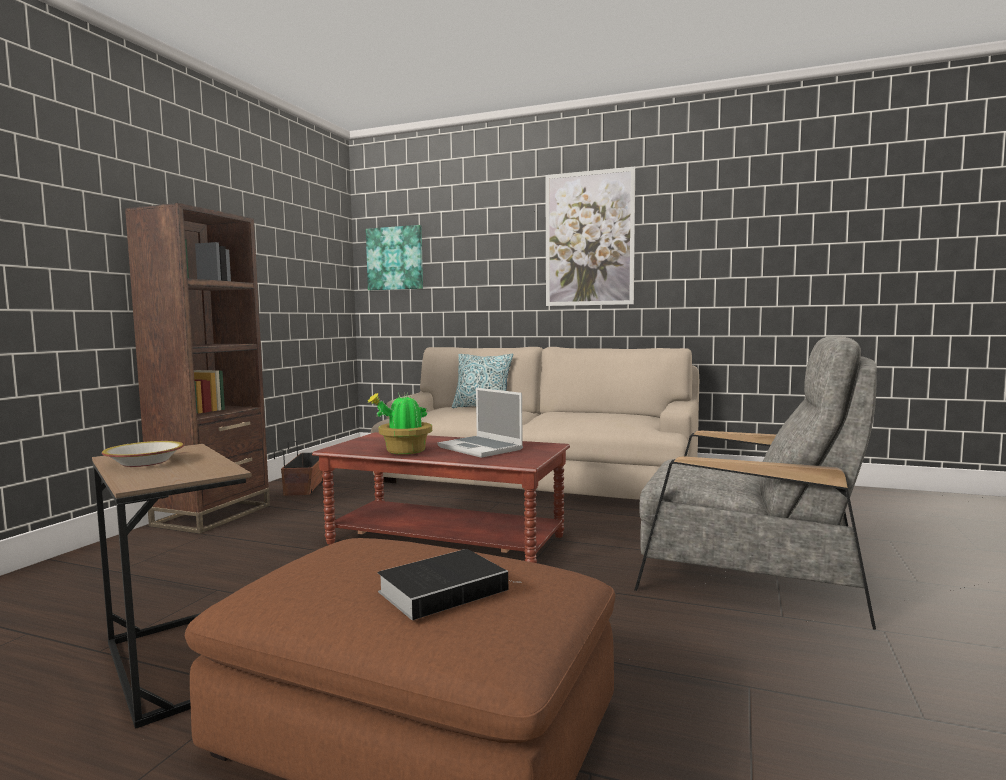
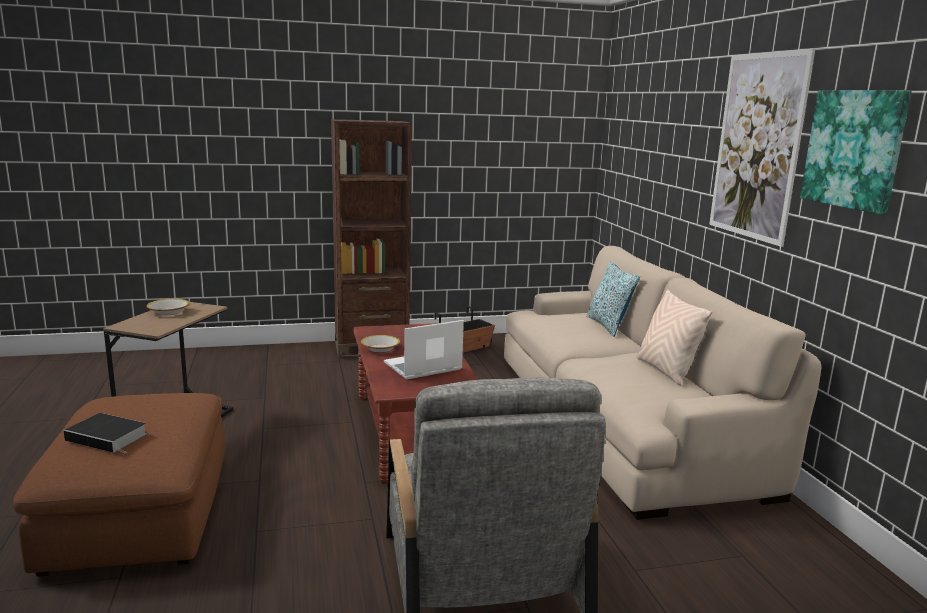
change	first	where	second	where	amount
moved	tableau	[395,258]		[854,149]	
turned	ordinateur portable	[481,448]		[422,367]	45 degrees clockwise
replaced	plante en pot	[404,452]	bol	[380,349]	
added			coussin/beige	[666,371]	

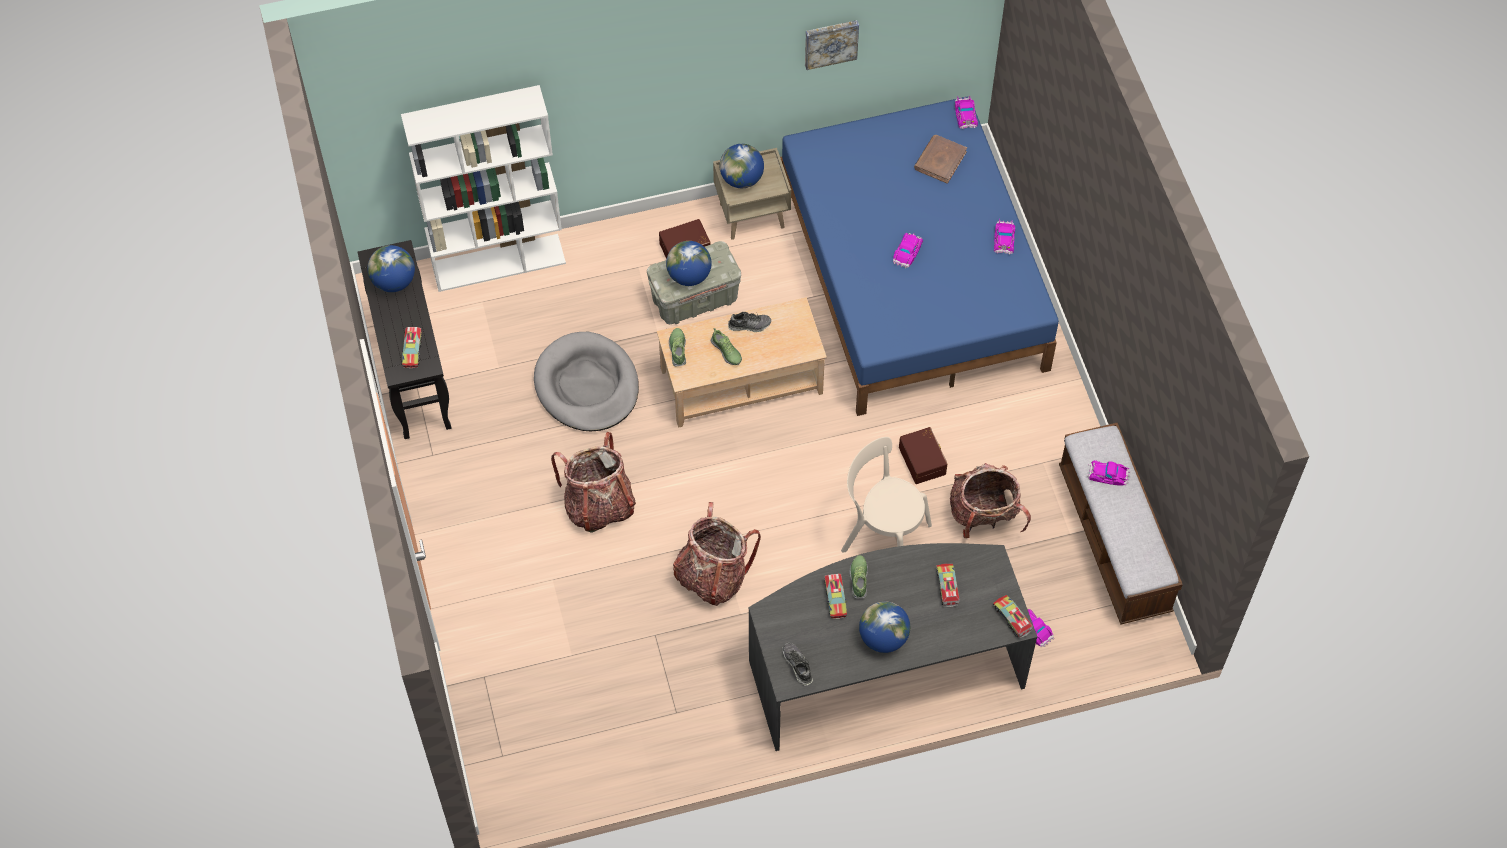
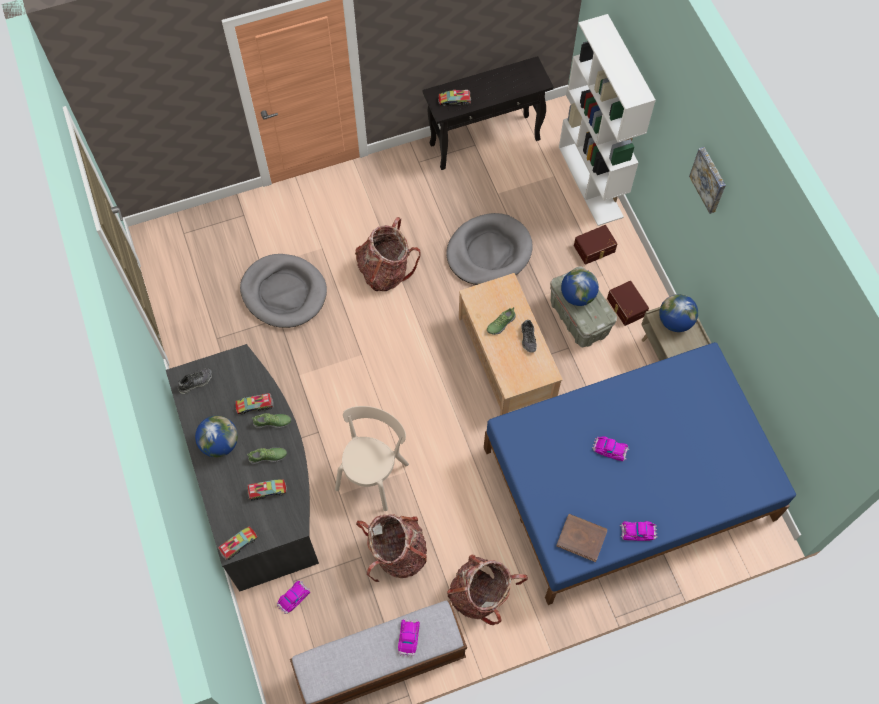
change	first	where	second	where	amount
moved	tableau	[830,42]		[709,179]	
removed	petite voiture	[965,114]			
moved	livre/marron	[940,160]		[581,538]	
removed	globe	[394,281]			
moved	chaussure	[678,349]		[268,457]	
moved	boîte de rangement/marron	[923,460]		[595,249]	
moved	sac à dos	[712,576]		[481,594]	
added			panier pour chien/gris	[284,292]	

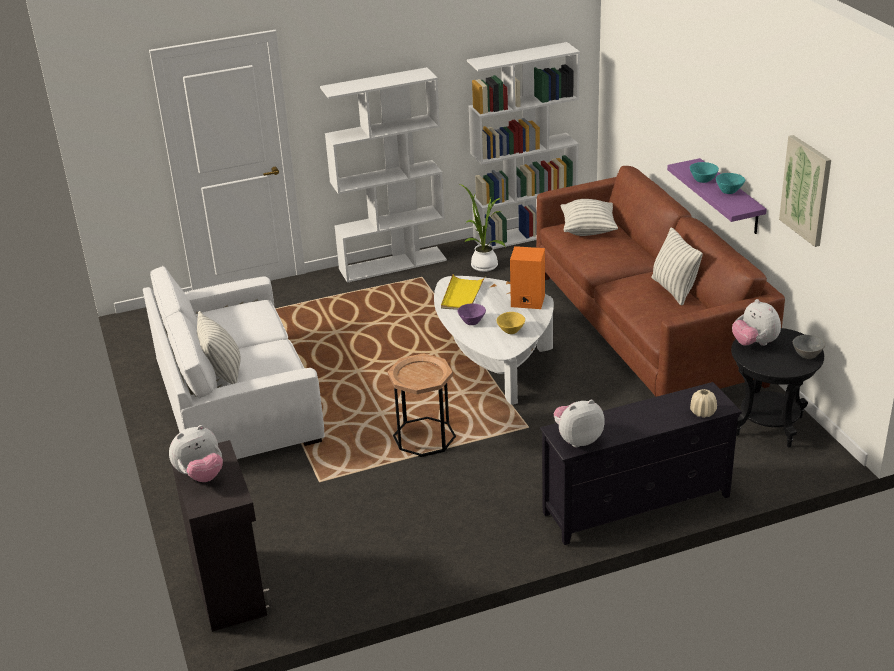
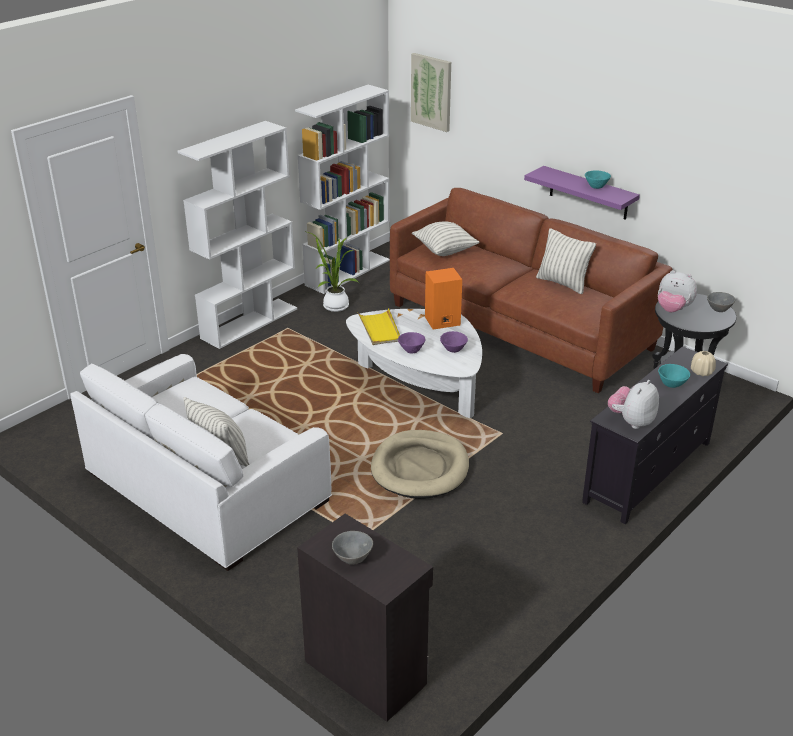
change	first	where	second	where	amount
moved	tableau	[806,190]		[431,92]	
moved	bol/turquoise	[703,180]		[672,384]	
recoloured	bol/jaune	[510,331]	bol/violet	[452,349]	
replaced	table d'appoint/marron	[424,437]	panier pour chien/beige	[420,468]	
replaced	peluche	[200,475]	bol/gris	[352,557]	

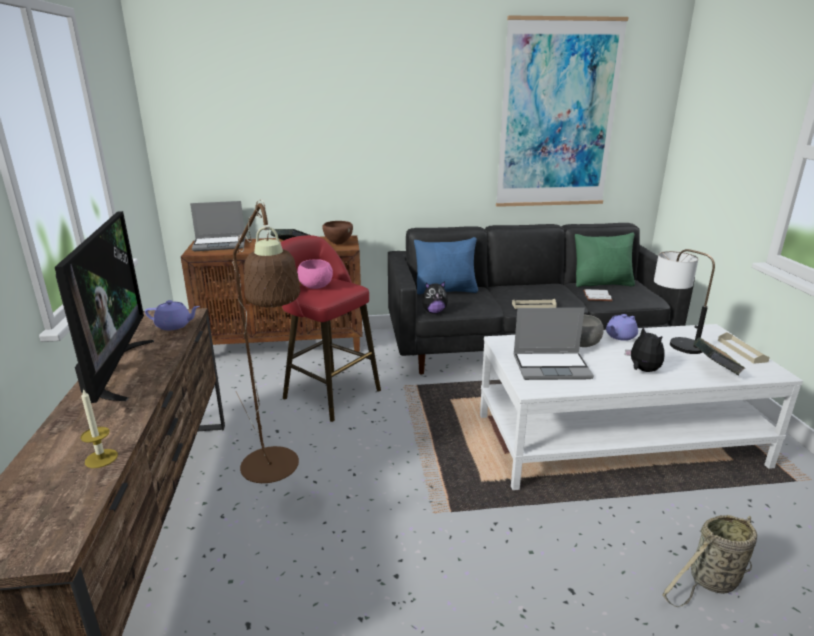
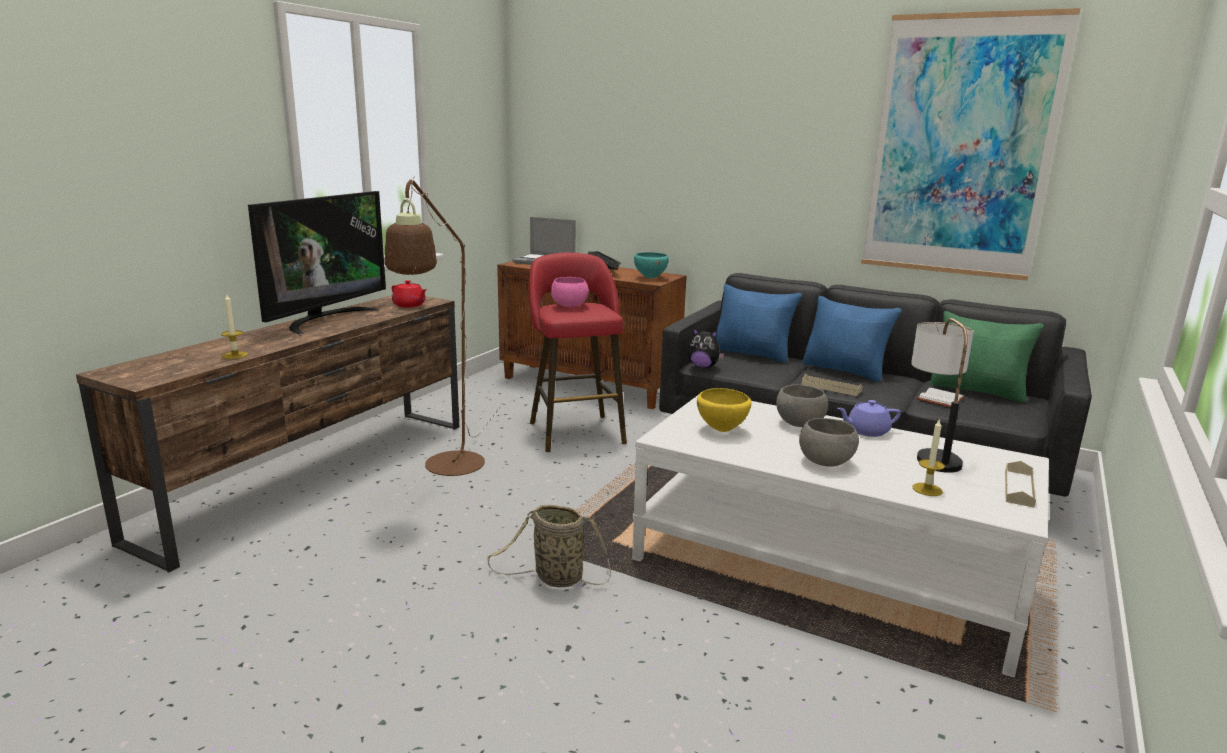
change	first	where	second	where	amount
recoloured	bol/marron	[338,244]	bol/turquoise	[650,278]	
recoloured	théière/violet	[174,326]	théière/rouge	[409,305]	
replaced	ordinateur portable	[552,367]	bol/jaune	[722,430]	
replaced	peluche	[642,370]	bol/gris	[825,462]	
replaced	livre	[714,370]	bougie	[927,489]	
moved	panier	[711,582]		[555,578]	
added			coussin/bleu	[845,370]	

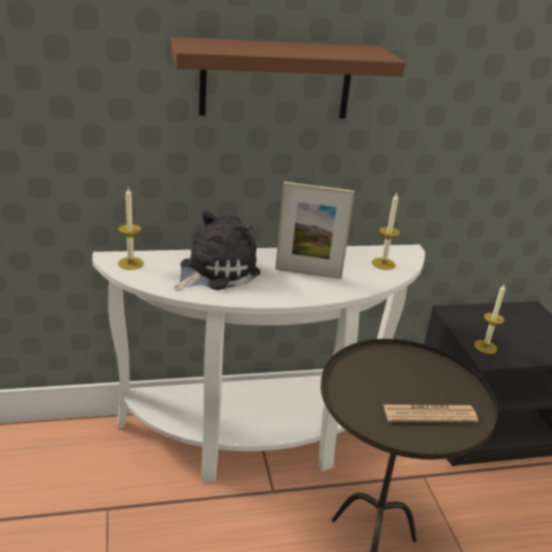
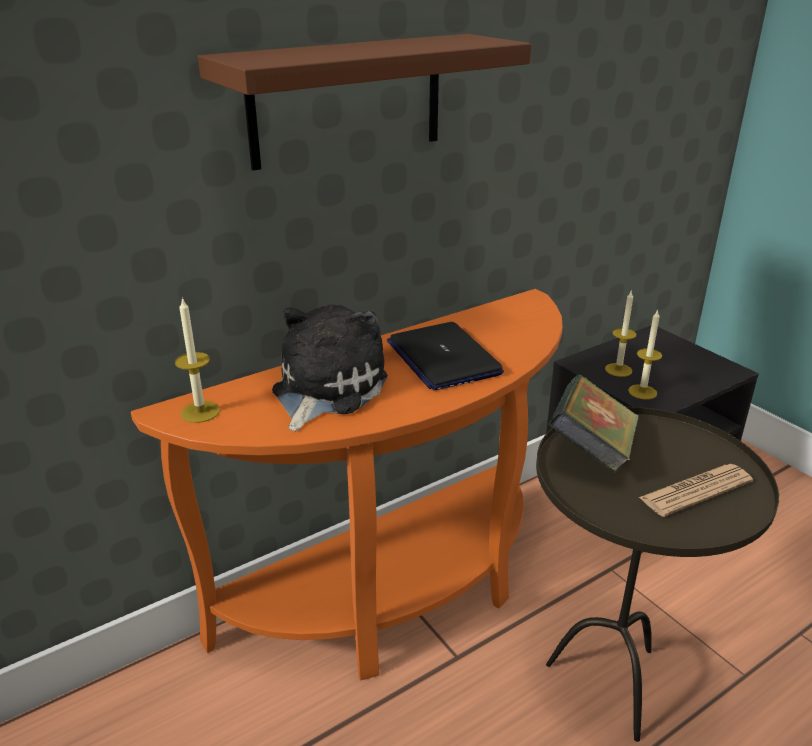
change	first	where	second	where	amount
replaced	cadre photo	[308,273]	ordinateur portable	[442,358]	
moved	bougie	[383,264]		[618,370]	
recoloured	table console/blanc	[258,437]	table console/orange	[399,594]	
added			livre	[591,451]	

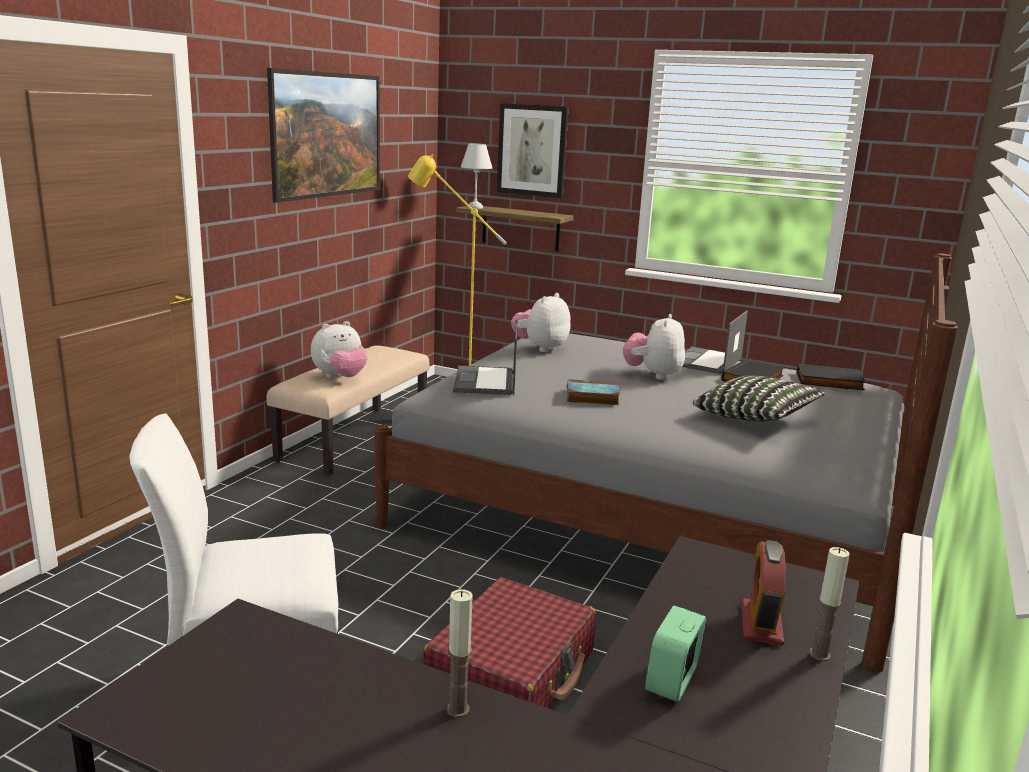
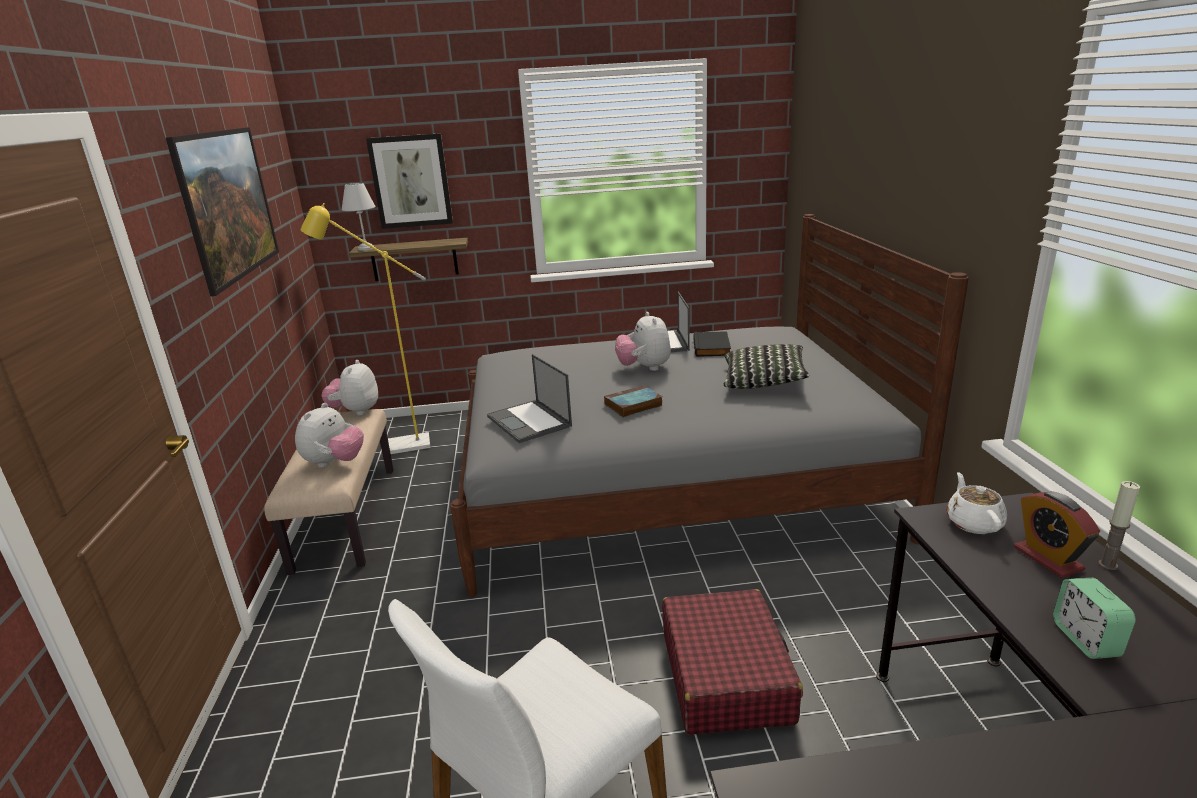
change	first	where	second	where	amount
moved	peluche	[540,348]		[356,411]	
removed	livre/noir	[829,382]			
removed	bougie	[457,709]			
added			théière/blanc	[973,523]	

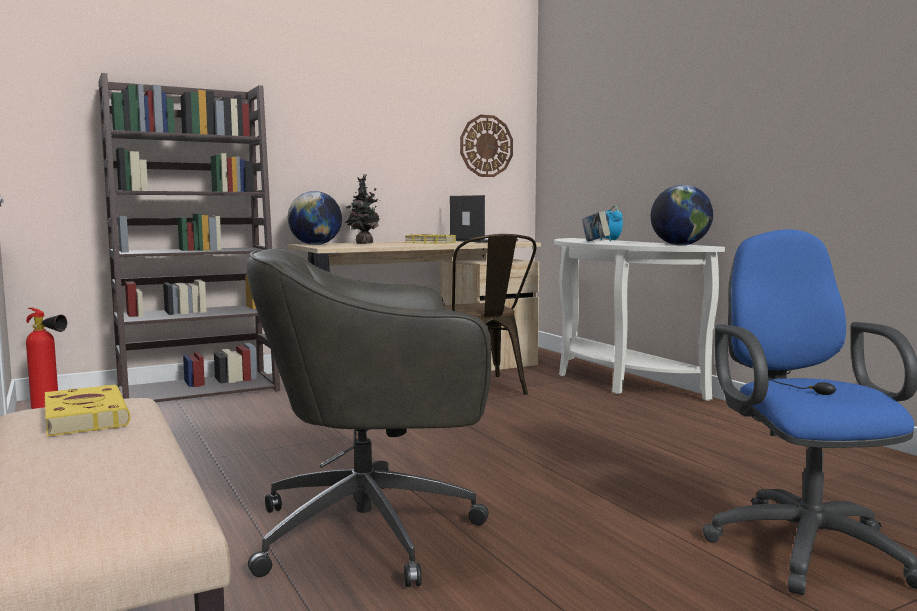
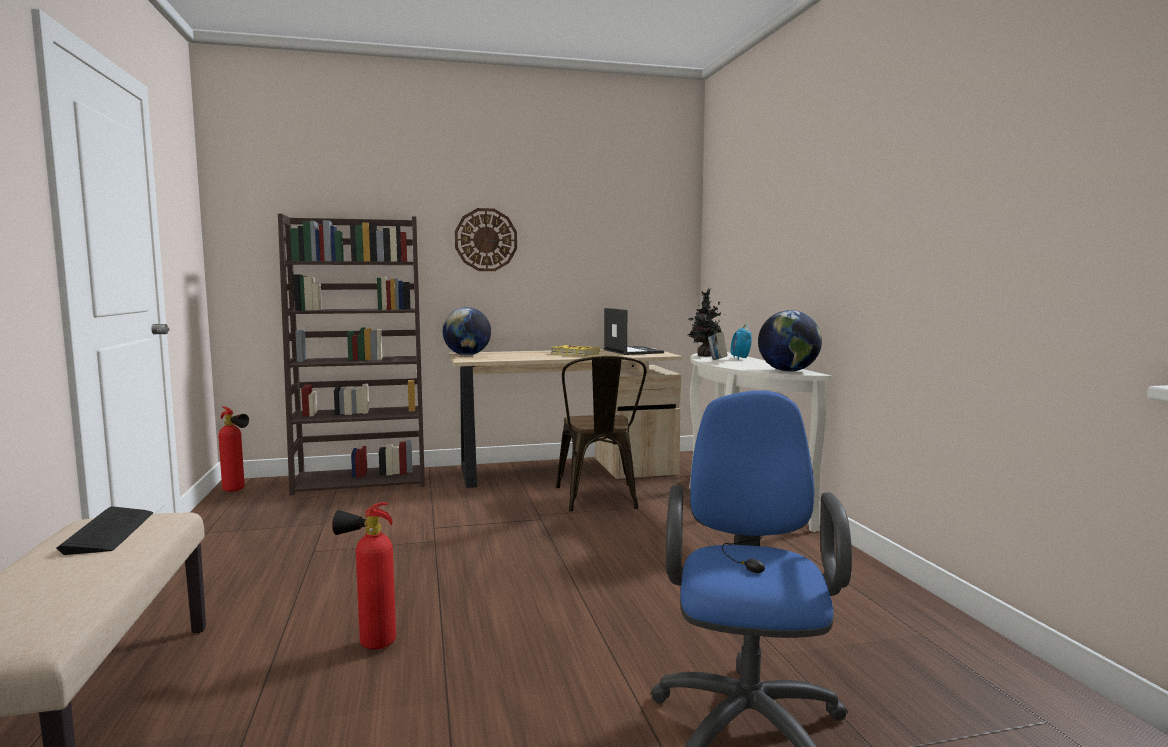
change	first	where	second	where	amount
moved	horloge murale	[486,146]		[486,240]	
moved	plante en pot	[362,243]		[704,356]	
replaced	chaise de bureau/gris	[373,531]	extincteur	[370,644]	
replaced	livre/jaune	[85,417]	clavier	[109,532]	

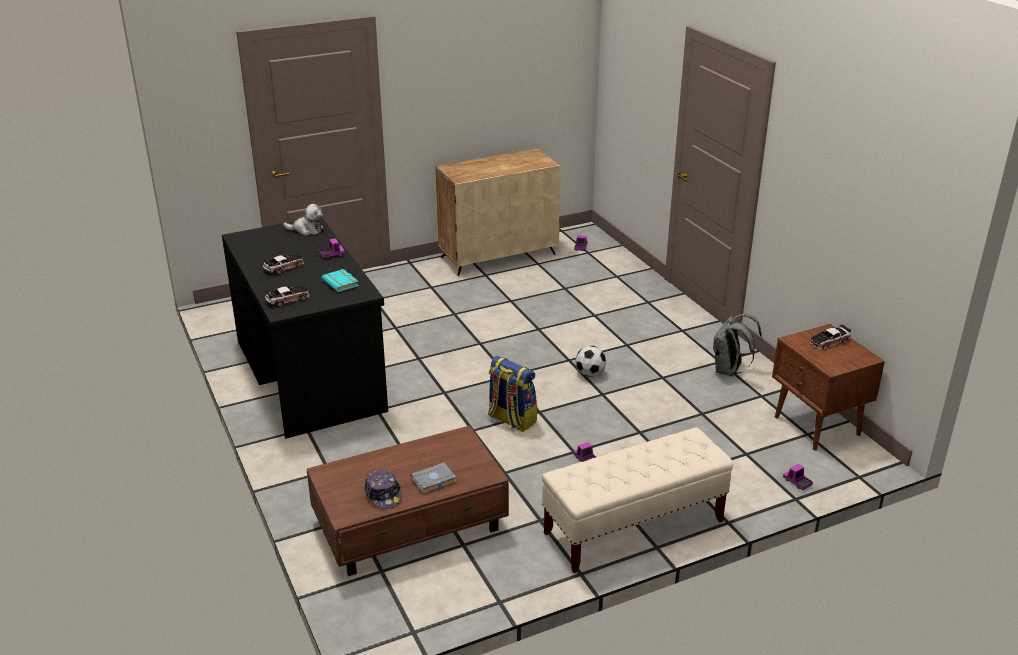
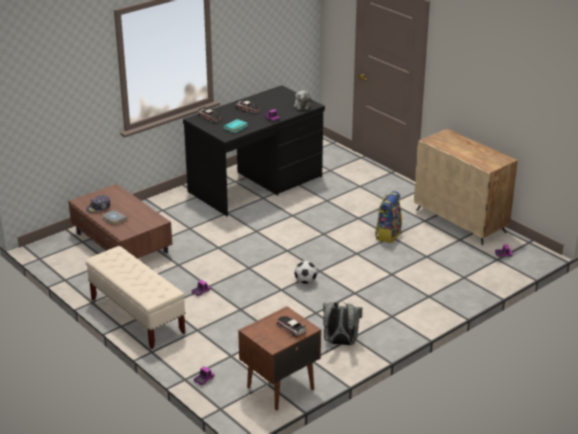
change	first	where	second	where	amount
moved	sac à dos	[511,419]		[388,234]	

